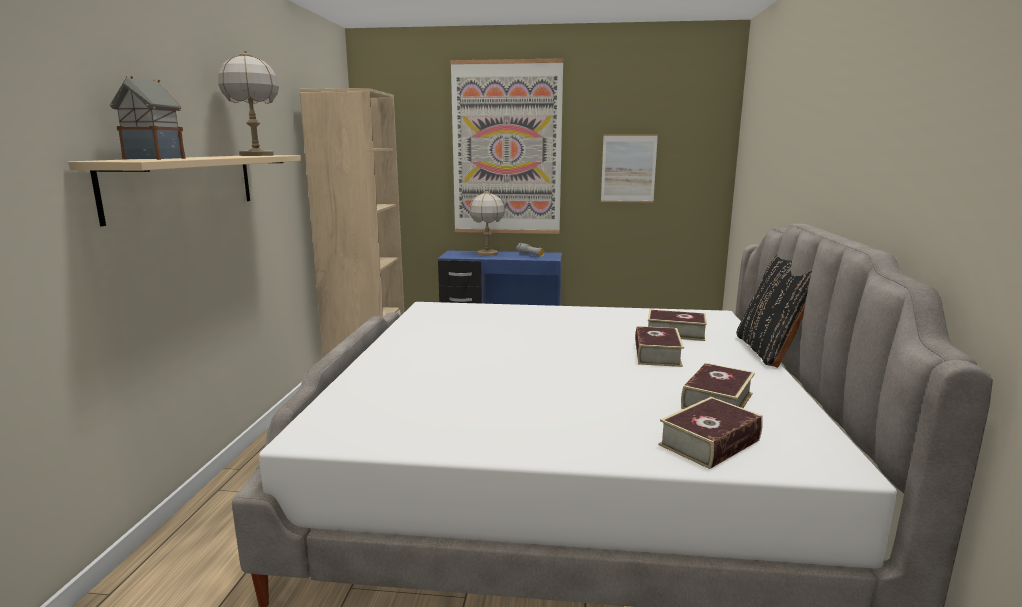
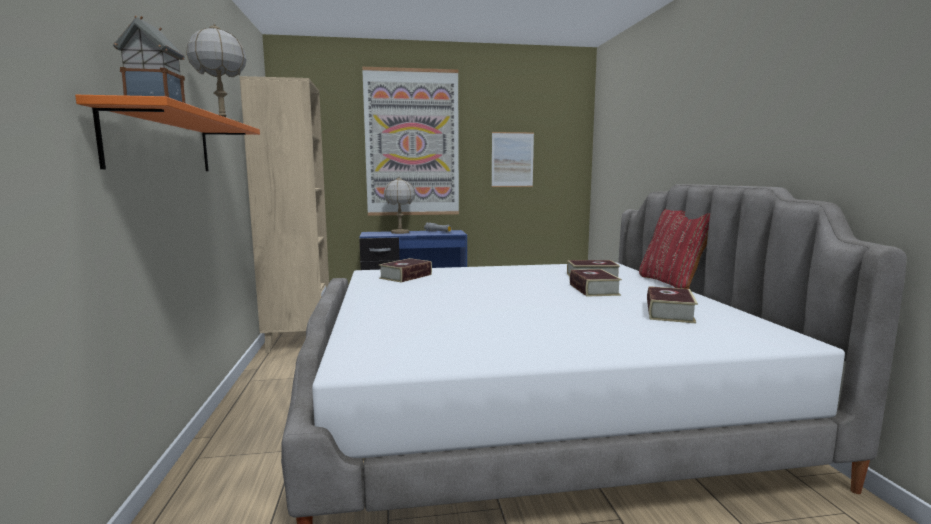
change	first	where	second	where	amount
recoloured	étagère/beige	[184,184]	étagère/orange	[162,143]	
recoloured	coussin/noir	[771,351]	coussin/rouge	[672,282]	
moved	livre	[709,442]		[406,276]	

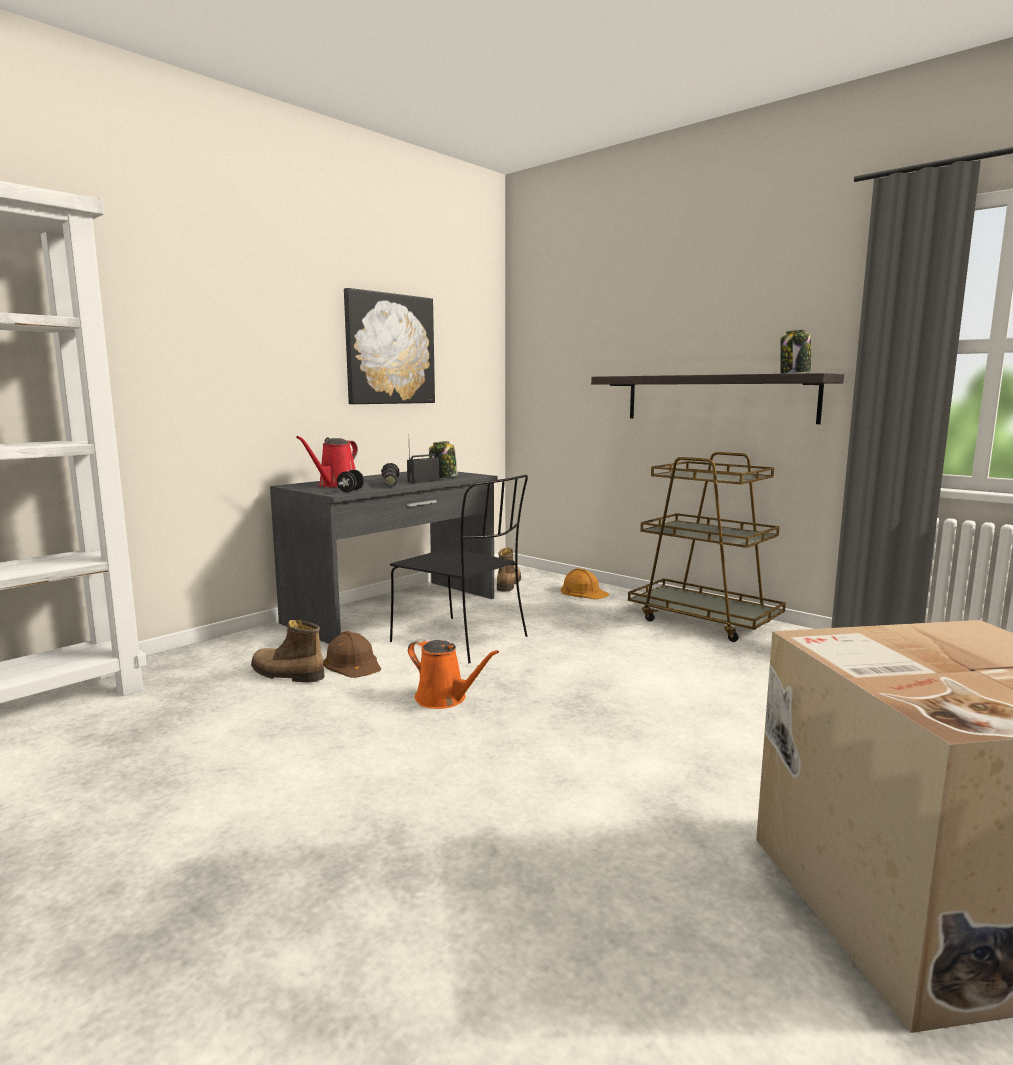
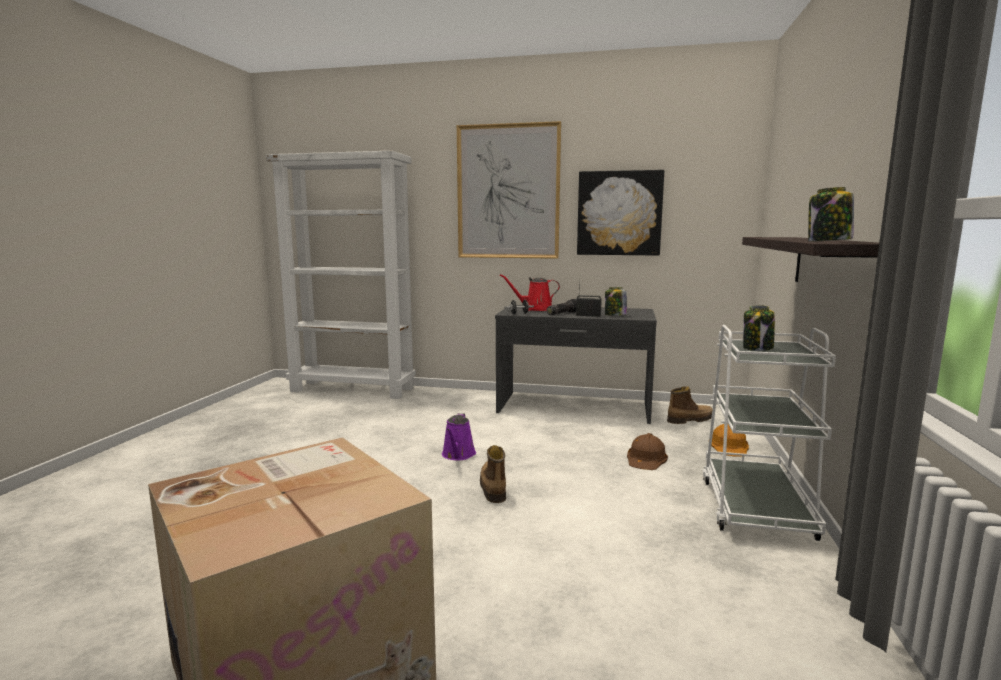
change	first	where	second	where	amount
recoloured	chariot/marron	[704,620]	chariot/blanc	[755,507]	
removed	chaise/noir	[462,640]			
moved	botte	[286,674]		[492,487]	
moved	casque de chantier/marron	[353,663]		[646,458]	
recoloured	arrosoir/orange	[444,699]	arrosoir/violet	[458,455]	
added			tableau	[508,192]	
added			bocal	[757,348]	

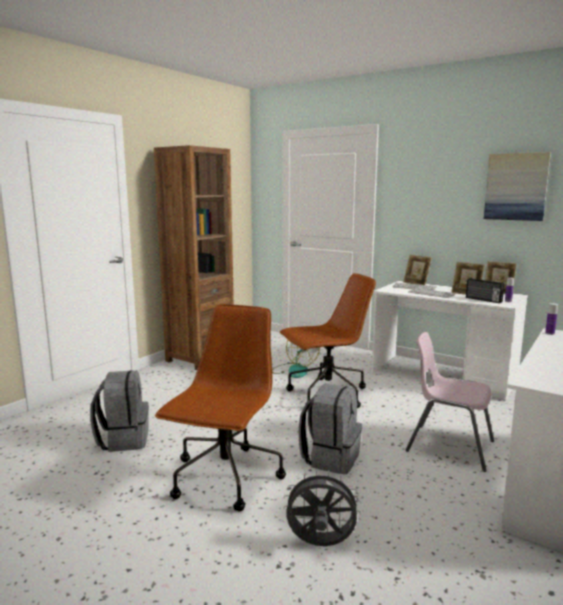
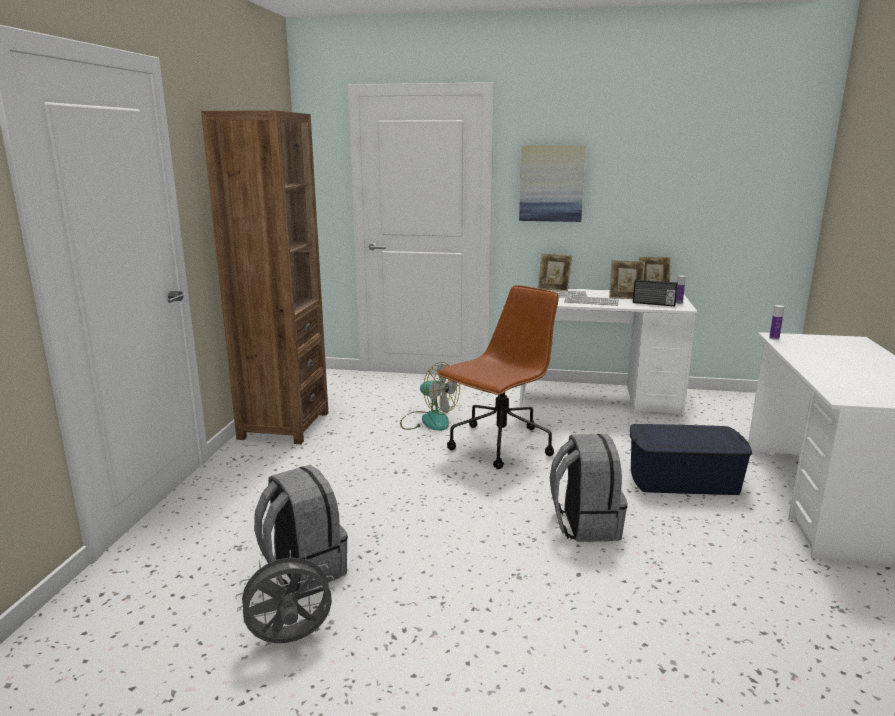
change	first	where	second	where	amount
moved	tableau	[516,187]		[551,183]	
removed	chaise de bureau/marron	[225,479]			
replaced	chaise/rose	[448,446]	boîte de rangement/bleu	[682,479]	
moved	ventilateur/gris	[320,545]		[290,640]	

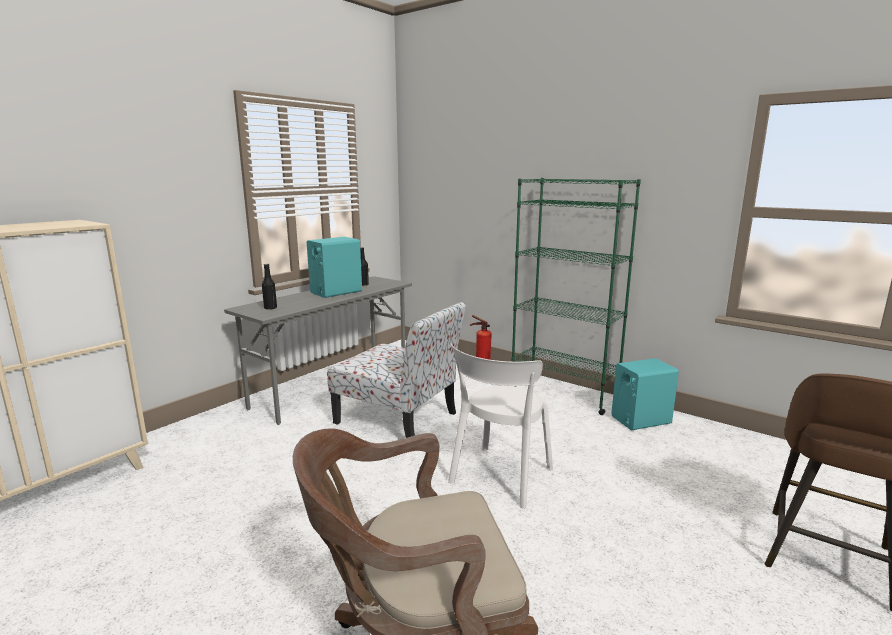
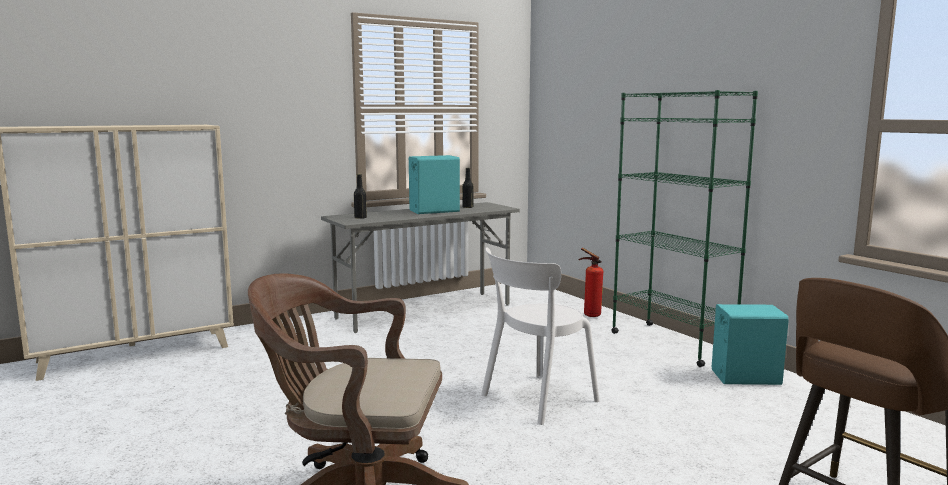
change	first	where	second	where	amount
removed	chaise	[399,419]			

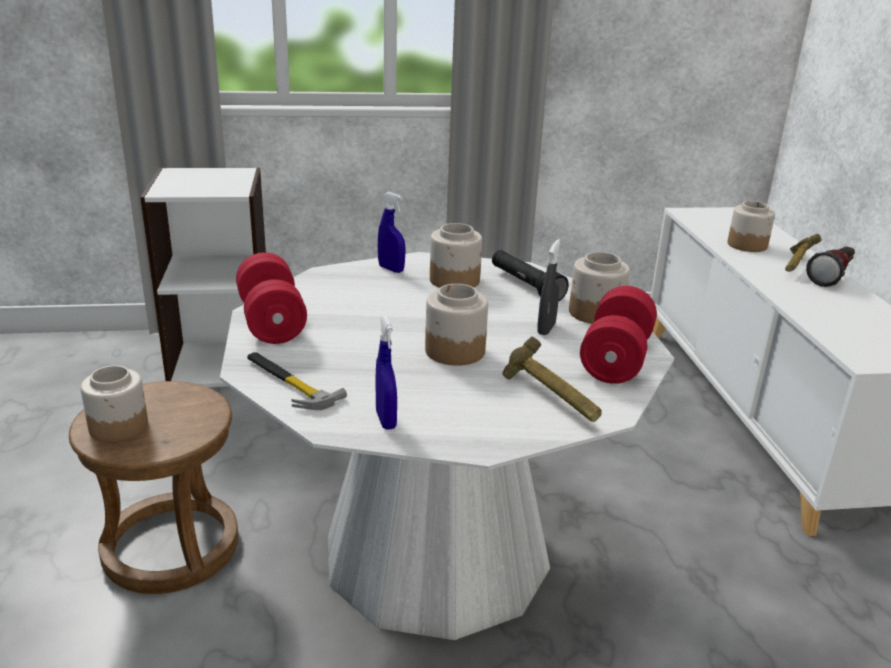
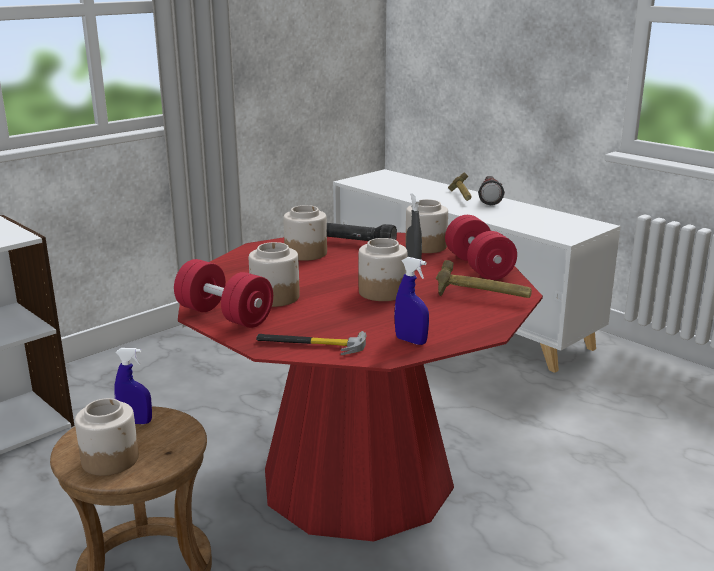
change	first	where	second	where	amount
moved	vaporisateur/bleu	[391,269]		[135,422]	
moved	bocal	[747,245]		[275,297]	
recoloured	table à manger/blanc	[436,552]	table à manger/rouge	[357,478]	

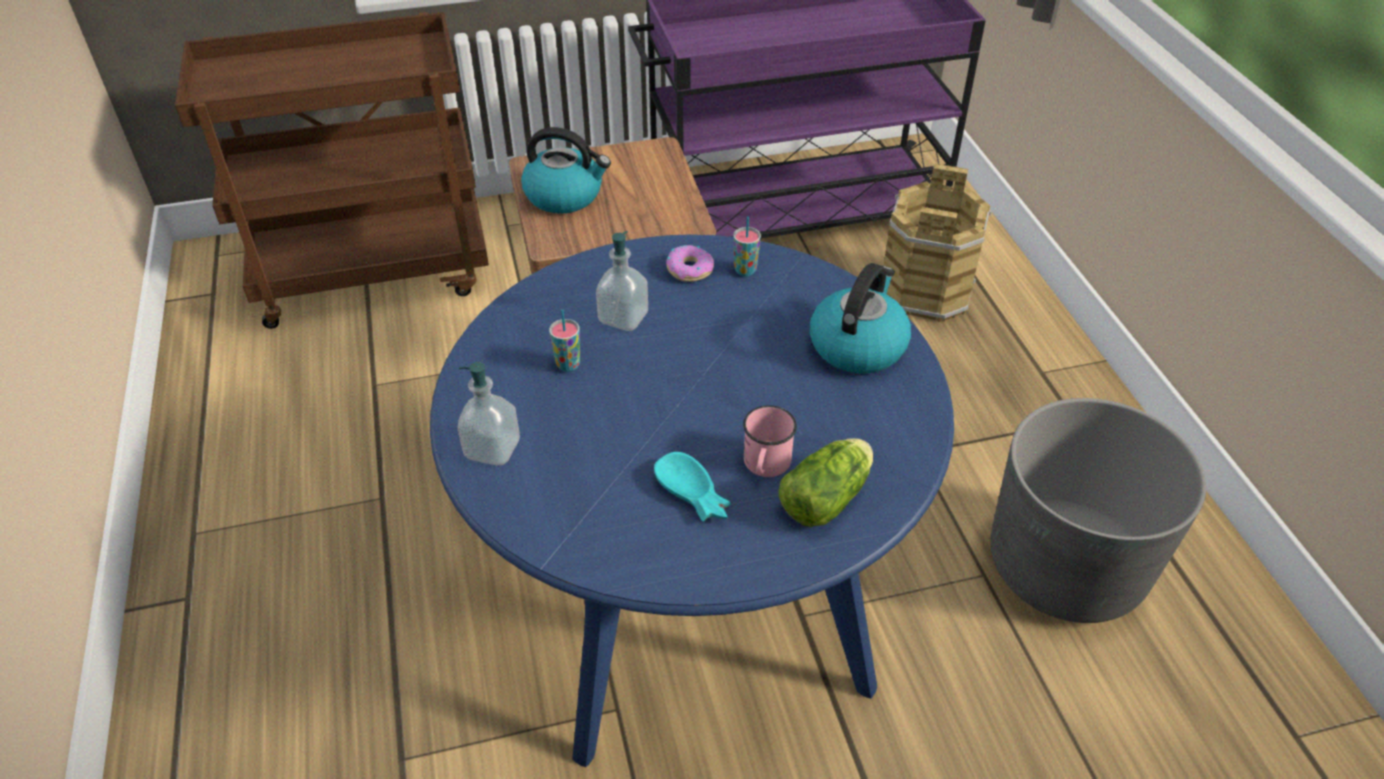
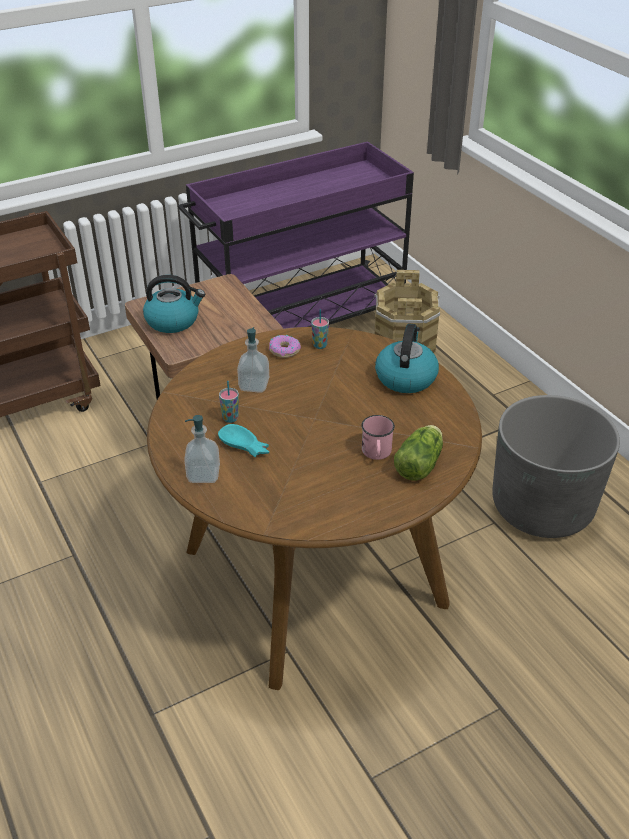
change	first	where	second	where	amount
recoloured	table à manger/bleu	[691,601]	table à manger/marron	[314,576]	
moved	bol/turquoise	[692,496]		[244,447]	

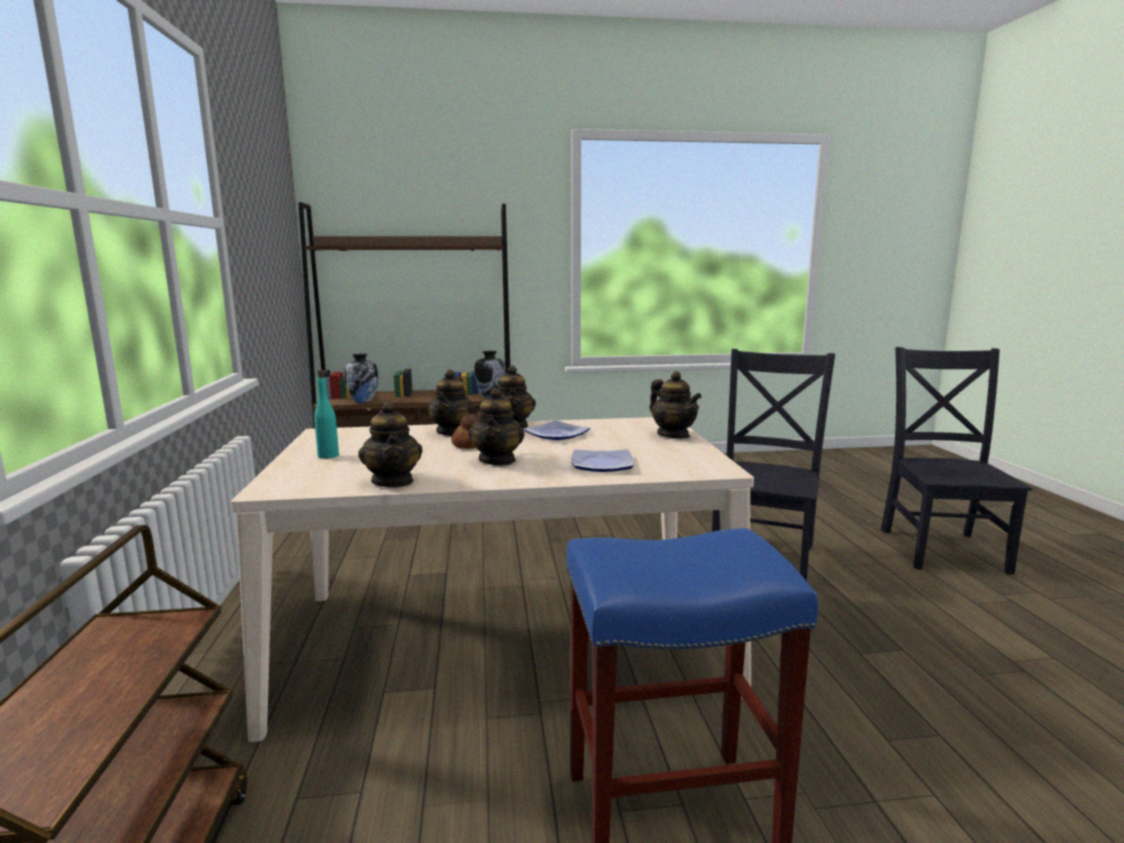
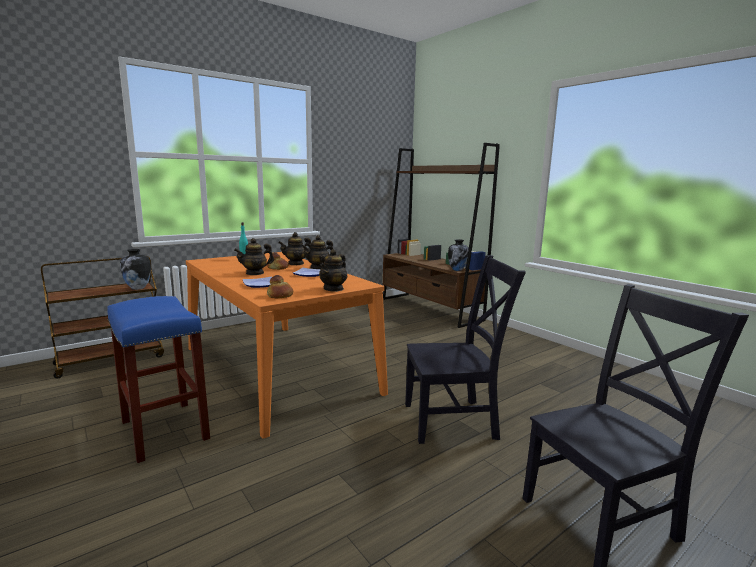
change	first	where	second	where	amount
moved	vase	[363,401]		[138,288]	
removed	théière	[393,481]			
recoloured	table à manger/beige	[505,640]	table à manger/orange	[277,369]	
added			pain	[280,295]	

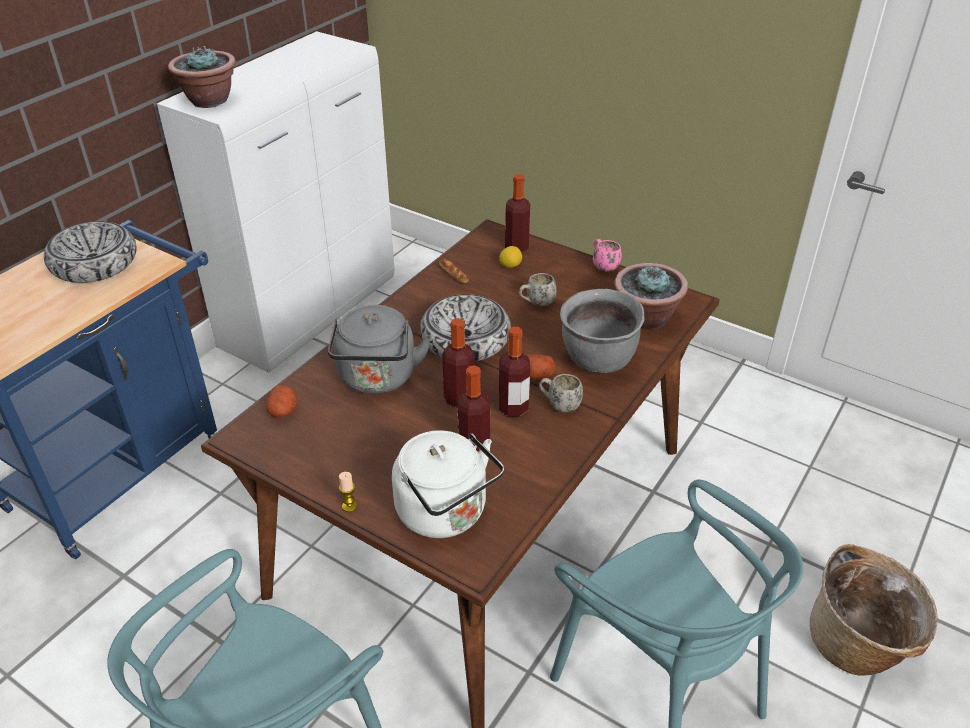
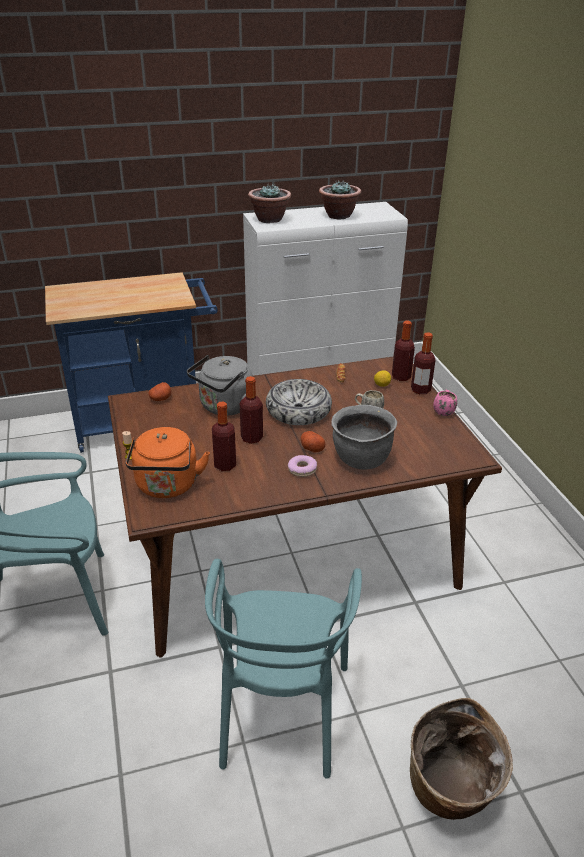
change	first	where	second	where	amount
removed	bol	[95,263]			
moved	plante en pot	[645,318]		[338,215]	
moved	bouteille	[513,408]		[420,390]	
replaced	mug/blanc	[559,405]	beignet	[302,470]	
recoloured	bouilloire/blanc	[446,514]	bouilloire/orange	[167,486]	

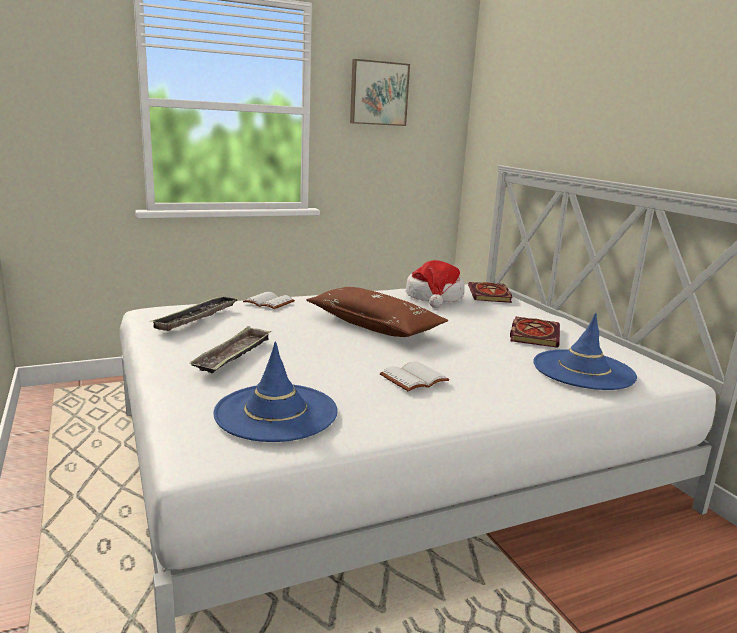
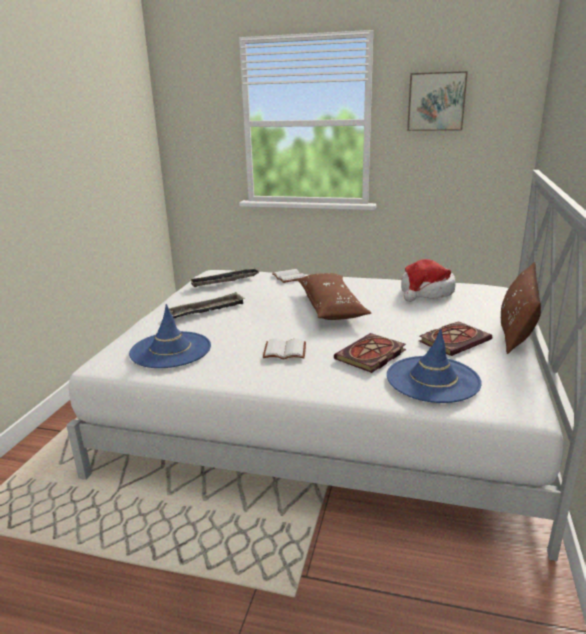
change	first	where	second	where	amount
moved	livre	[490,295]		[370,356]	
added			coussin/marron	[516,329]	

